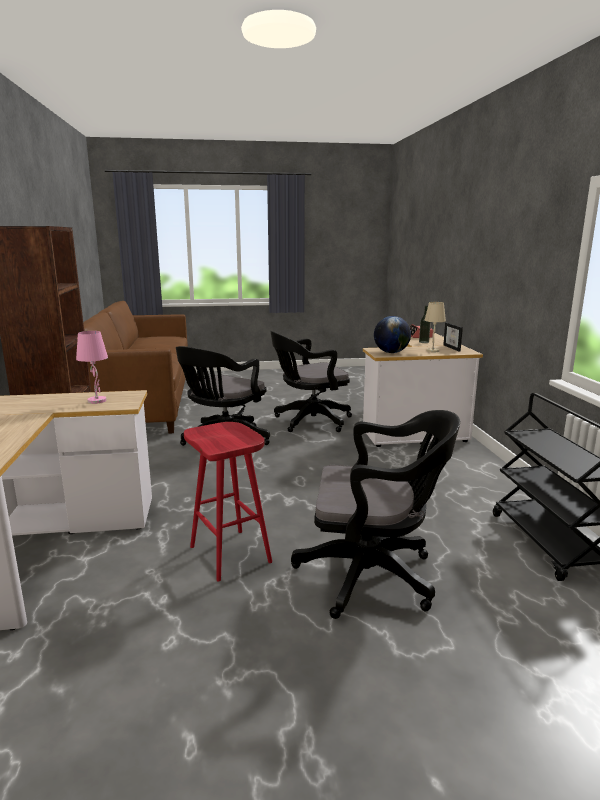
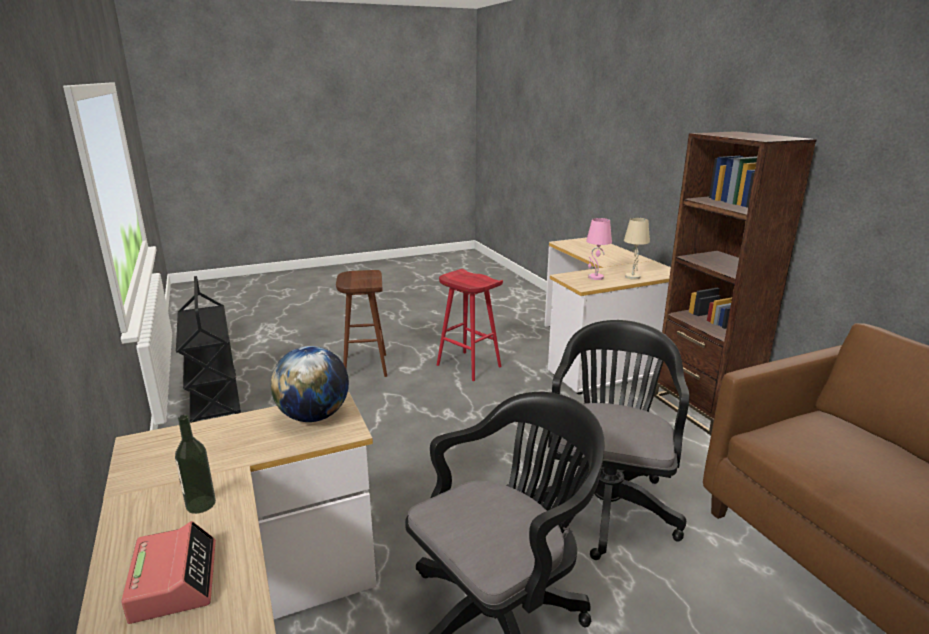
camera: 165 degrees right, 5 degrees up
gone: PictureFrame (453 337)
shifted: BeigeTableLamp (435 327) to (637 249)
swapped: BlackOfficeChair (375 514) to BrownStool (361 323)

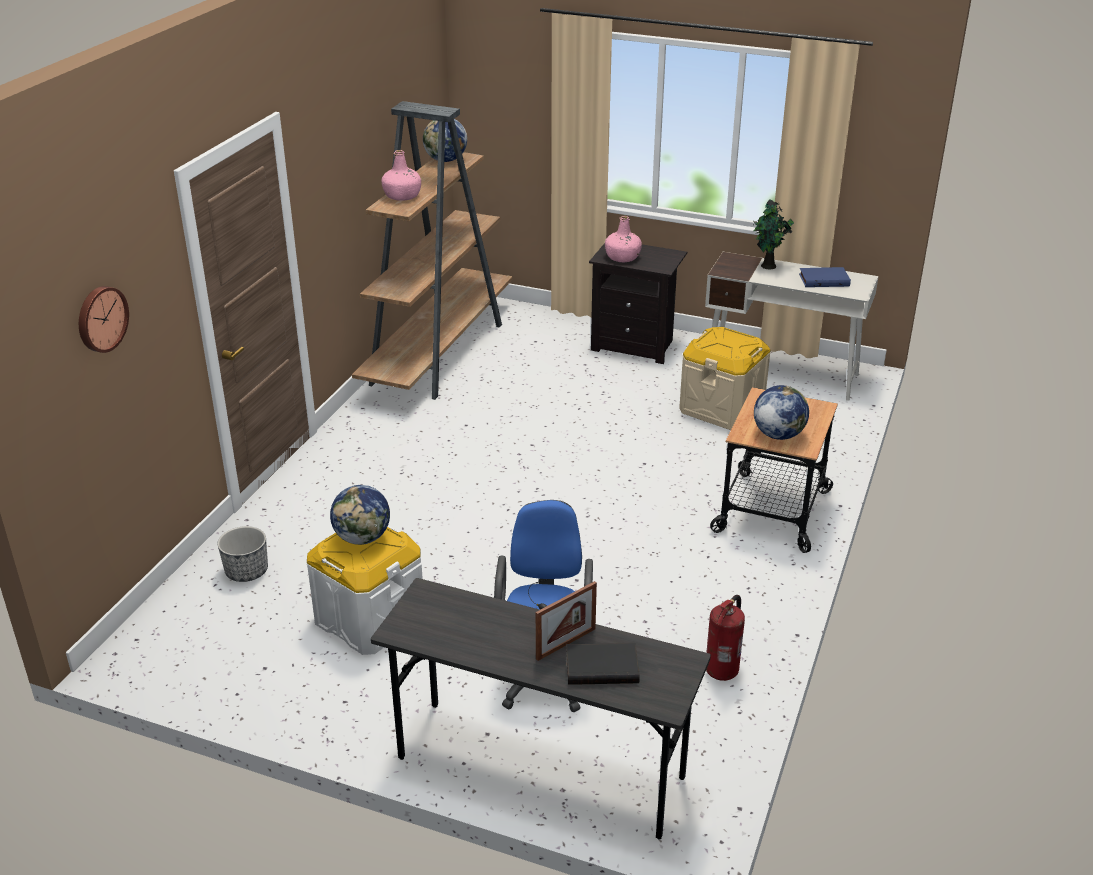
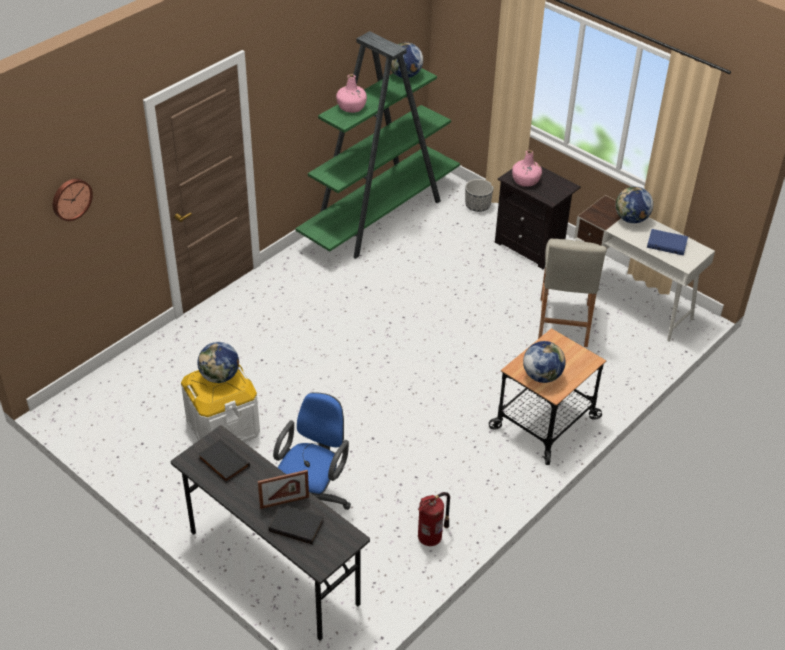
camera: 20 degrees right, 10 degrees up
new: BlackBook (224 460)
shifted: Planter (243 554) to (479 195)
swapped: BeigeStorageBox (725 378) to BeigeStool (572 292); PottedPlant (773 234) to Globe (634 204)
repainted: BrownBookcase (432 250) to GreenBookcase (377 145)

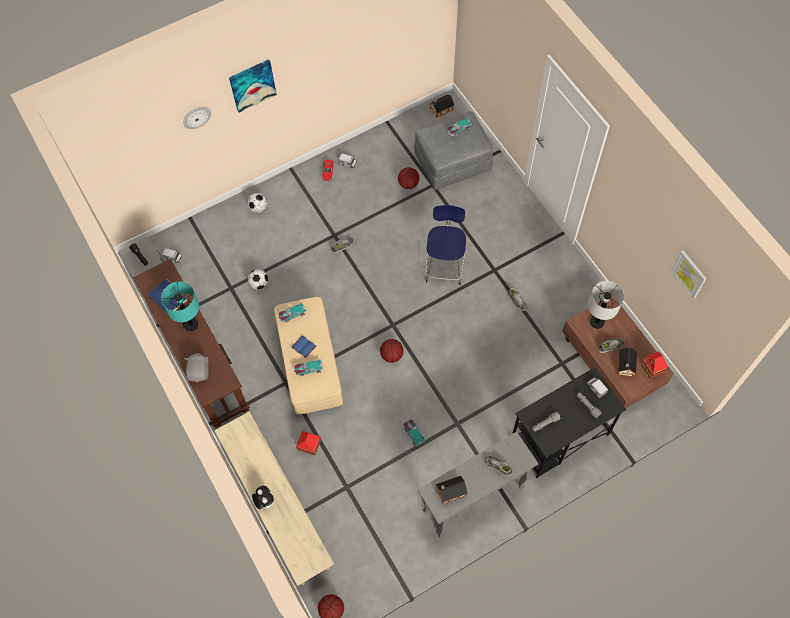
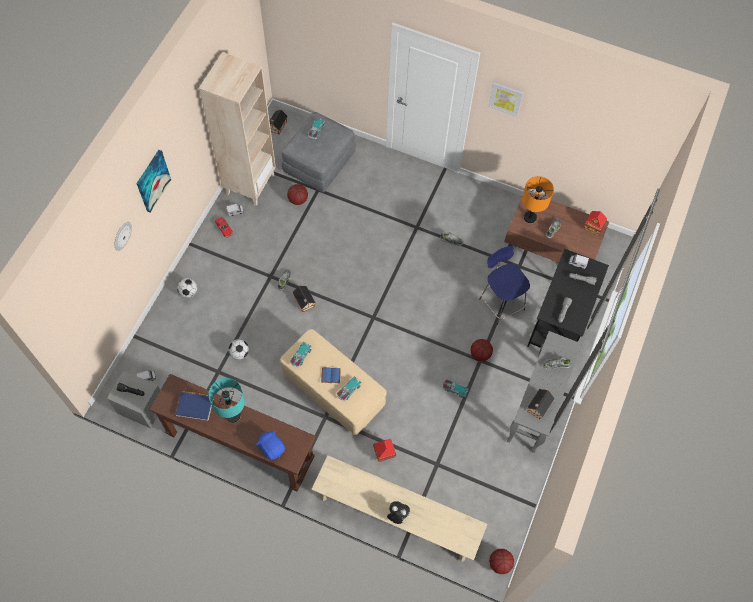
camera: 40 degrees left, 0 degrees up
new: BeigeBookcase (237 129)
shifted: Basketball (391 351) to (482 350); BlueStool (446 245) to (504 285); ToyHouse (627 362) to (303 299); Picture (689 274) to (506 99)
repainted: GreyPlushToy (196 367) to BluePlushToy (270 445); GreyTableLamp (606 305) to OrangeTableLamp (538 199)

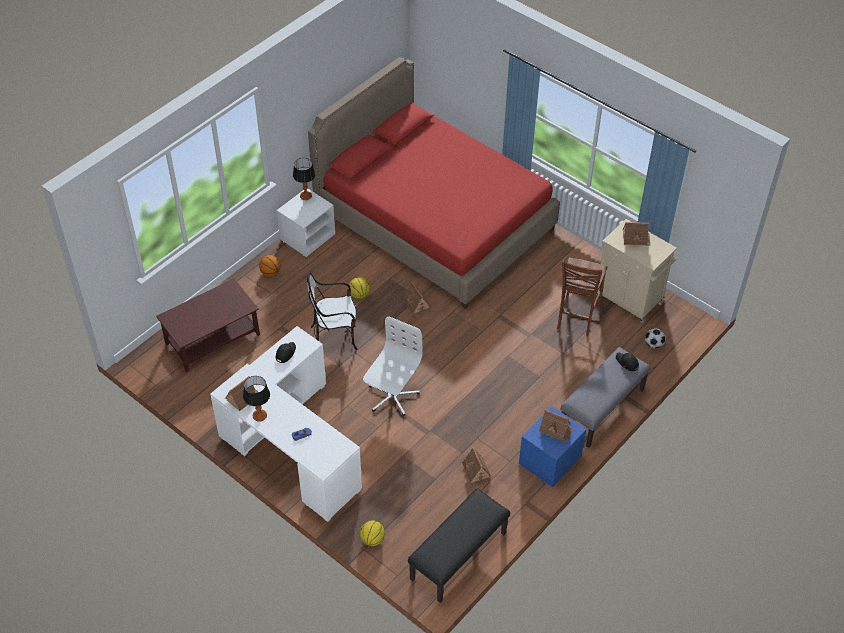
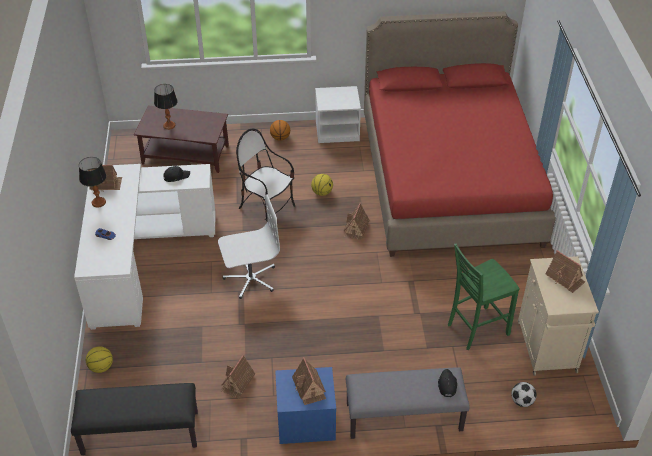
camera: 45 degrees right, 5 degrees down
shifted: TableLamp (304 179) to (166 107)
repainted: BrownChair (582 297) to GreenChair (483 297)

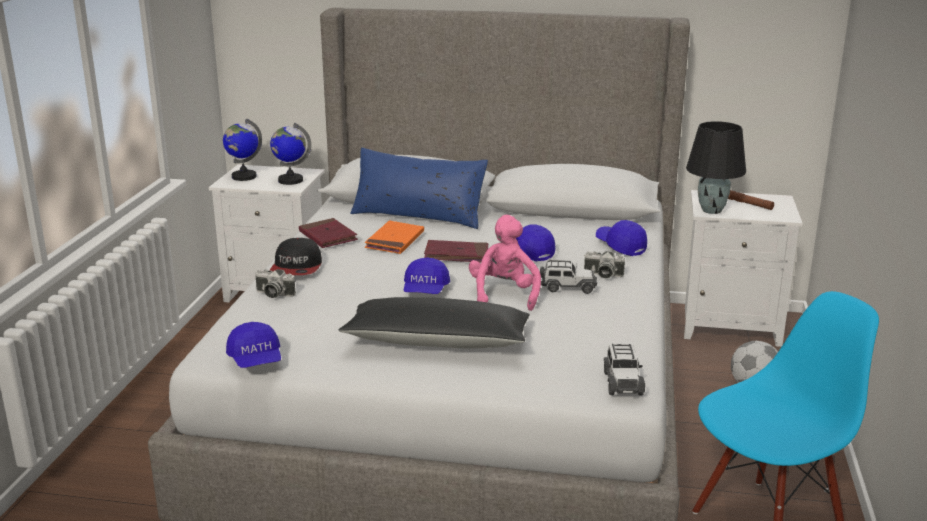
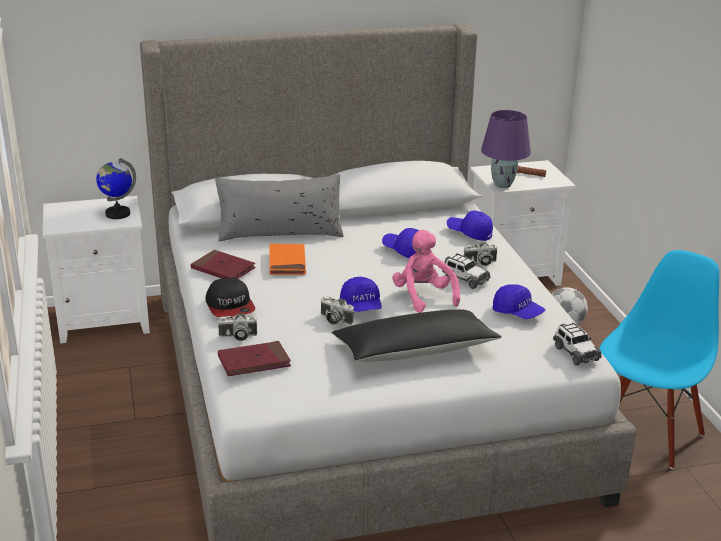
camera: 25 degrees left, 5 degrees up
gone: Globe (242 150)
new: PhotoCamera (337 310)
shifted: BlueCap (253 345) to (519 301); RedBook (456 251) to (254 358)
repainted: BluePillow (419 188) to GreyPillow (279 208); BlackTableLamp (716 167) to PurpleTableLamp (506 149)
rotated: ToyCar (568 277) = (466 271) 60 degrees clockwise

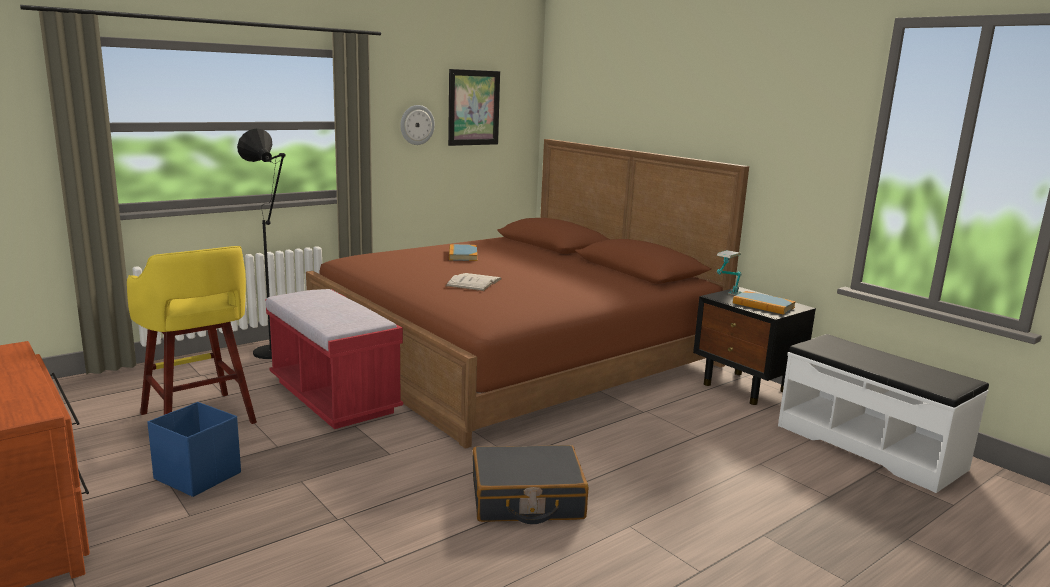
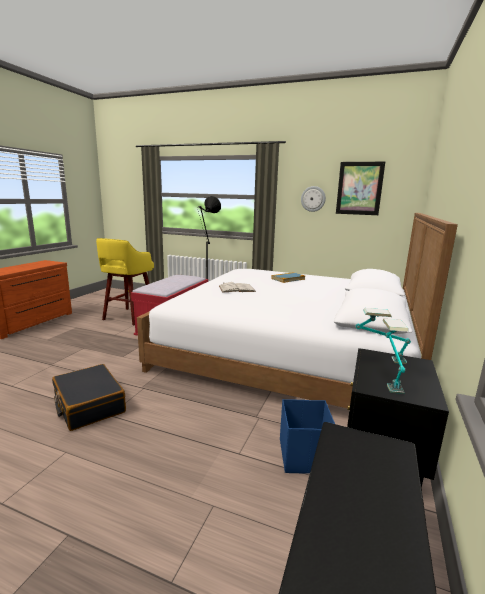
camera: 60 degrees right, 0 degrees up
shifted: BlueStorageBox (194 449) to (307 436)
swapped: Book (764 303) to TableLamp (395 356)
repainted: BrownBed (527 294) to WhiteBed (297 310)

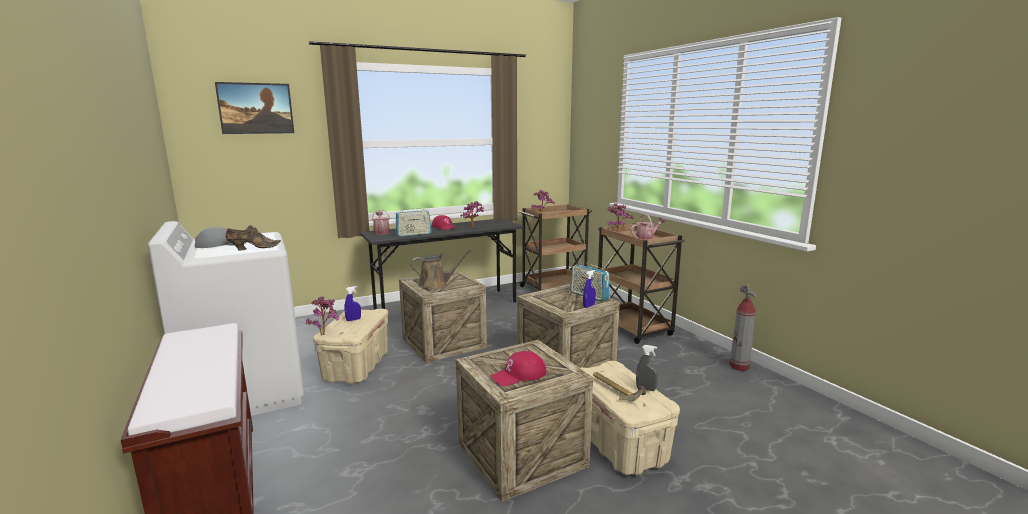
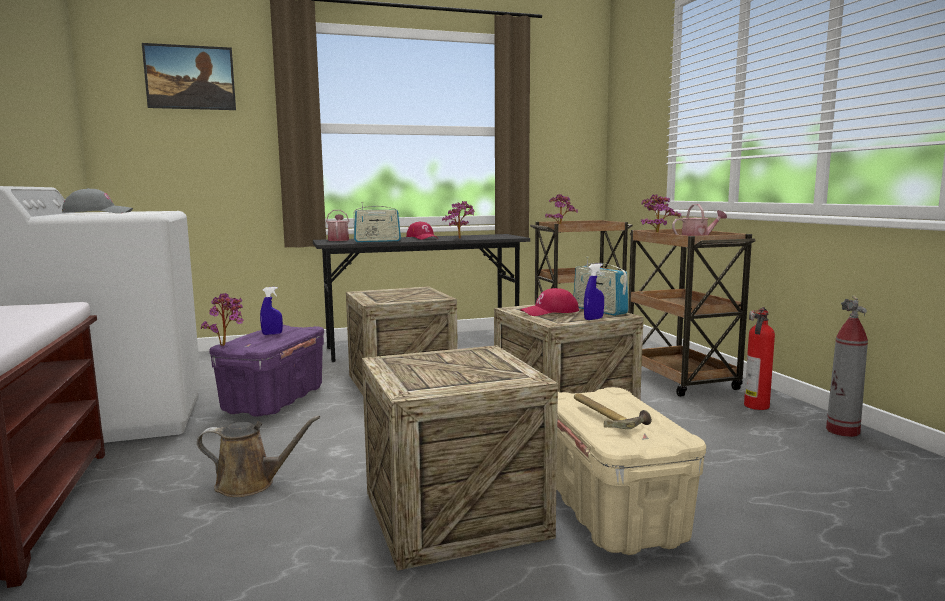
camera: 10 degrees right, 5 degrees down
gone: BrownShoe (253 237); GreySprayBottle (647 368)
new: FireExtinguisher (759 358)
shifted: BrownWateringCan (440 269) to (258 456); RedCap (518 368) to (549 302)
repainted: BeigeStorageBox (350 346) to PurpleStorageBox (266 371)

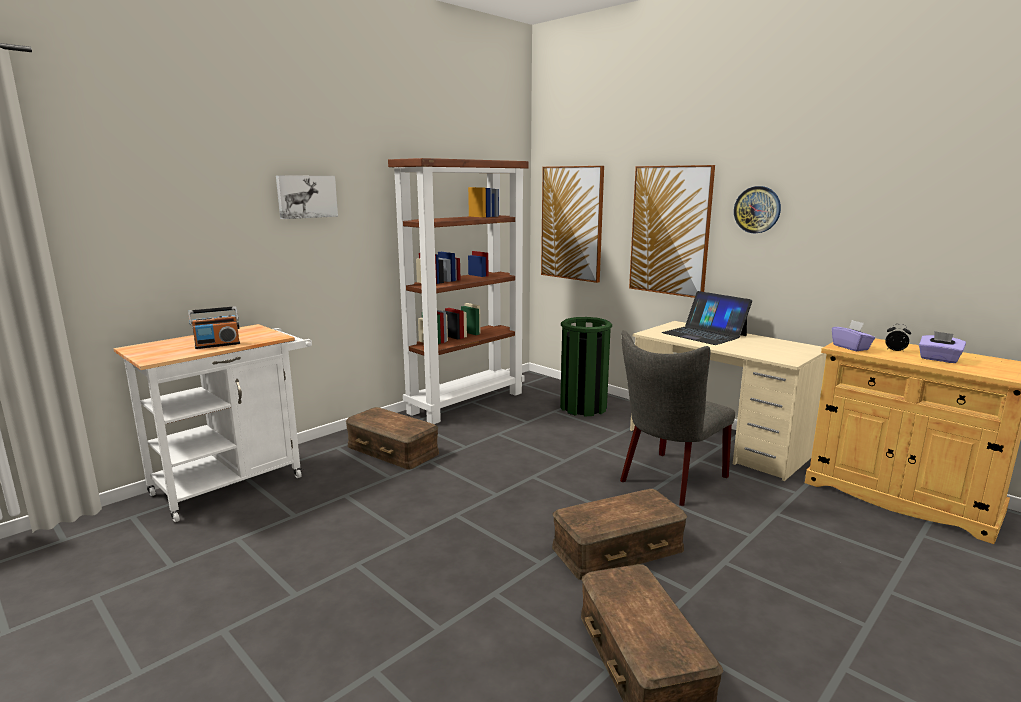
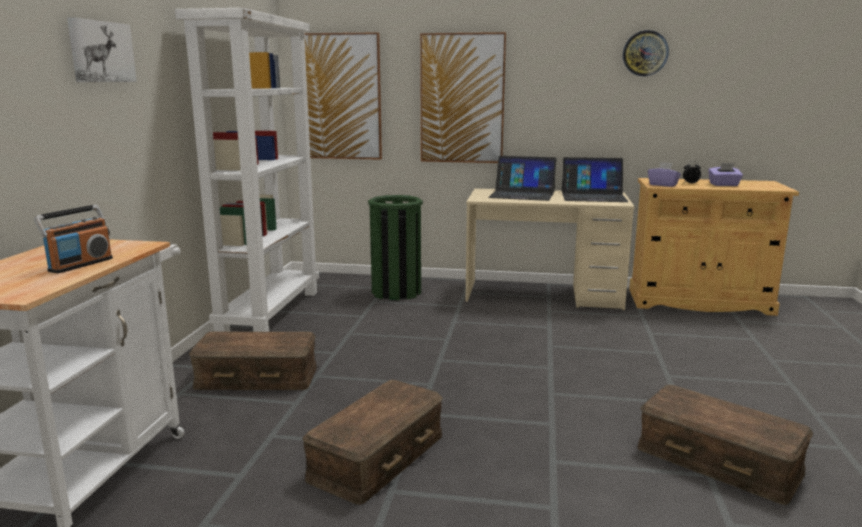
camera: 35 degrees left, 0 degrees up
gone: GreyChair (677 418)
new: Laptop (595 179)
shifted: BrownStorageBox (619 534) to (372 442); WallClock (757 209) to (646 53)
repainted: BrownBookcase (458 291) to WhiteBookcase (247 170)

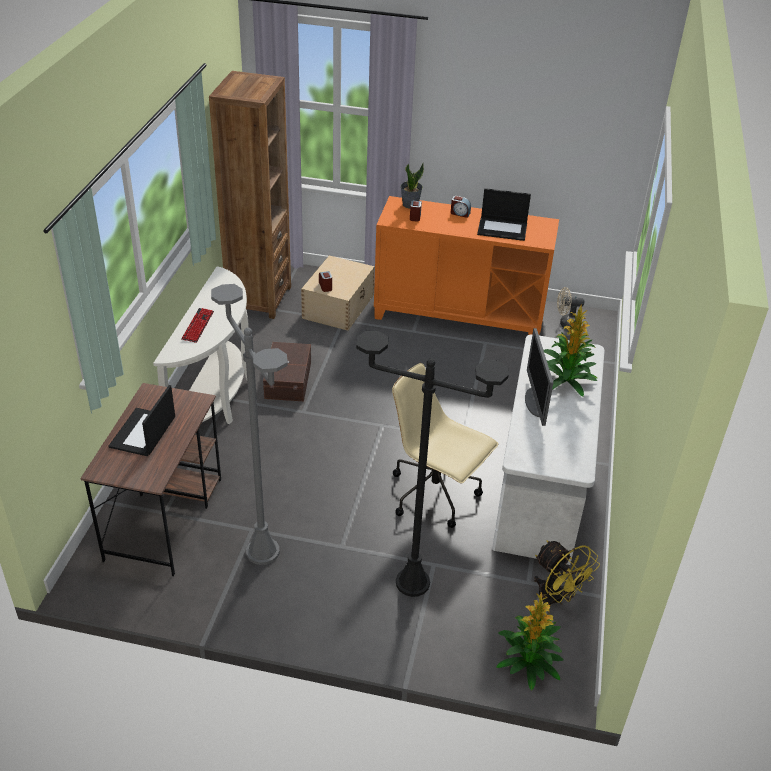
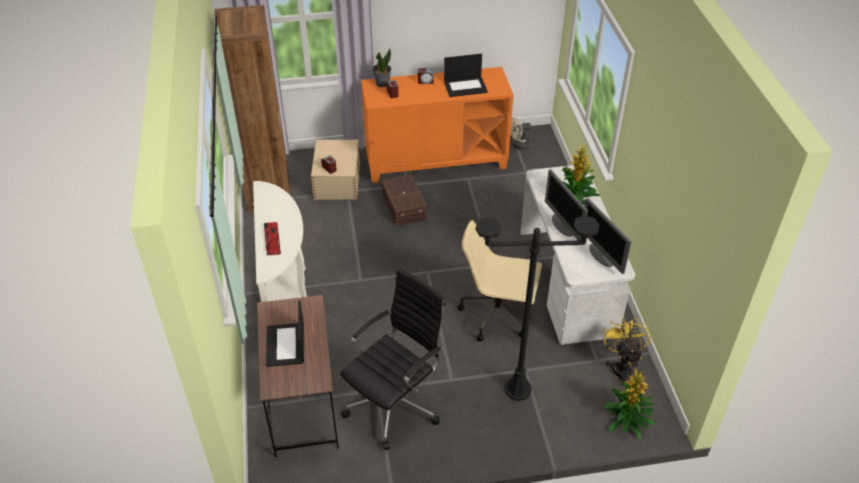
camera: 20 degrees left, 5 degrees up
new: Monitor (608 236)
shifted: BrownStorageBox (287 371) to (404 200)
swapped: GreyFloorLamp (249 424) to BlackOfficeChair (392 359)
rotated: YellowFan (567 572) = (627 351) 120 degrees counterclockwise

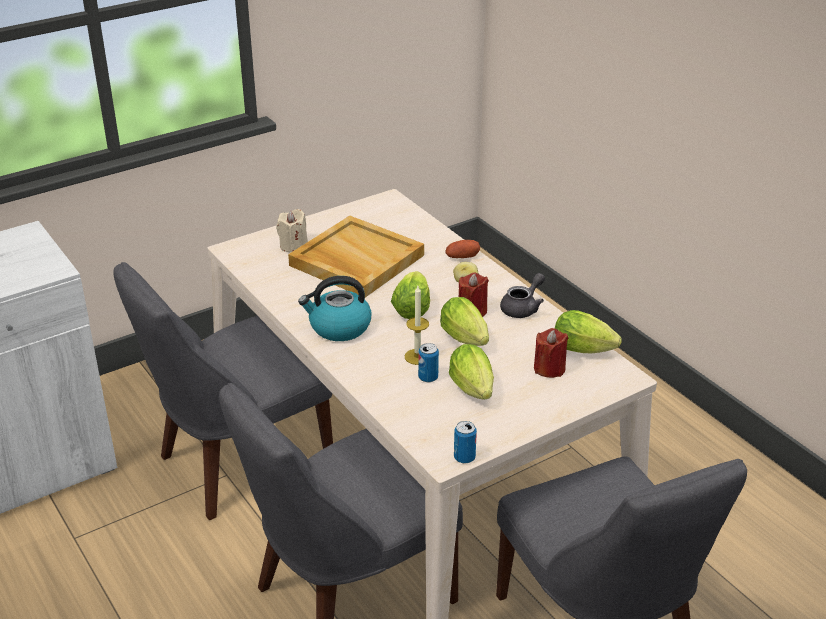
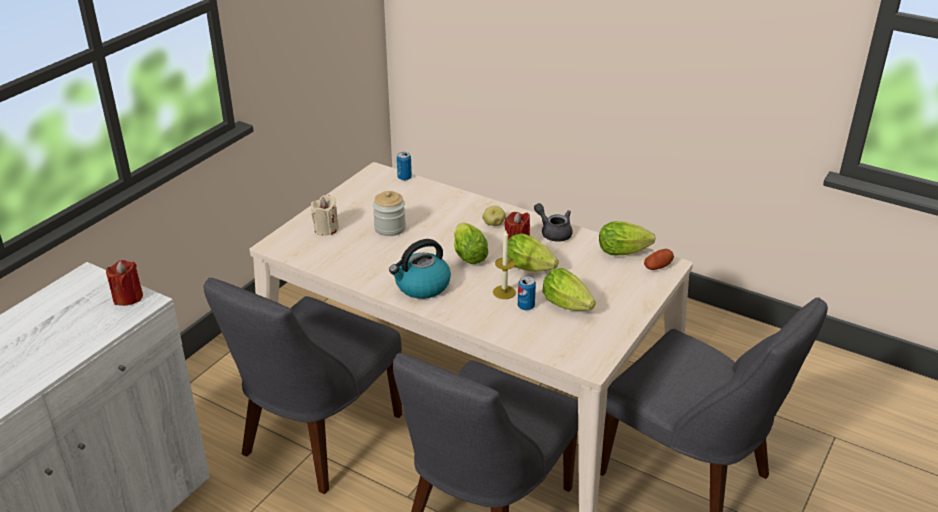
camera: 25 degrees left, 0 degrees up
shifted: Potato (462 249) to (659 259); Can (465 442) to (404 166); RedCandle (551 353) to (124 283)
swapped: BeigeTray (356 256) to Jar (389 213)
rotated: GreyTeapot (522 295) = (553 222) 60 degrees counterclockwise

